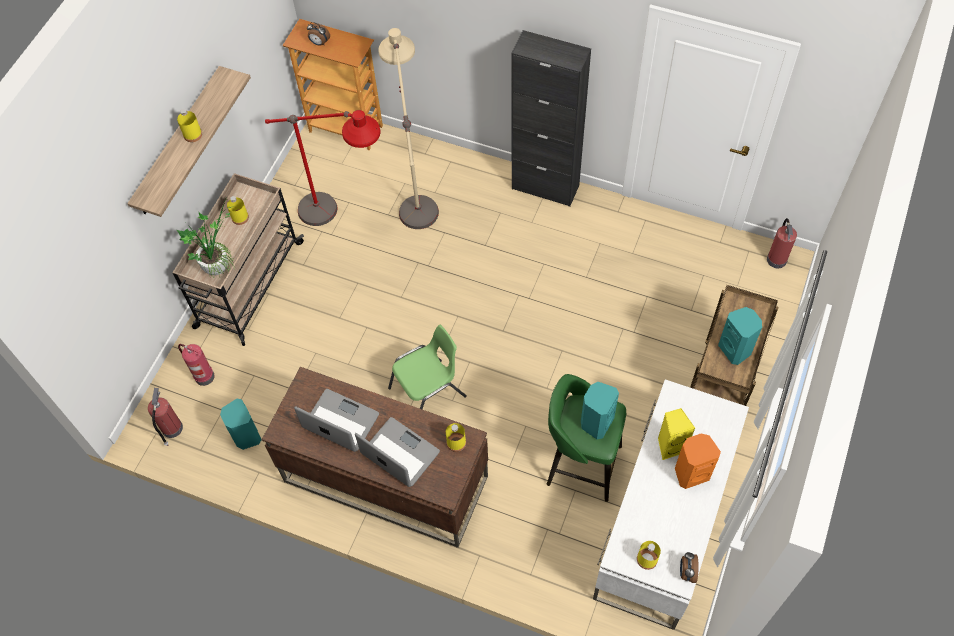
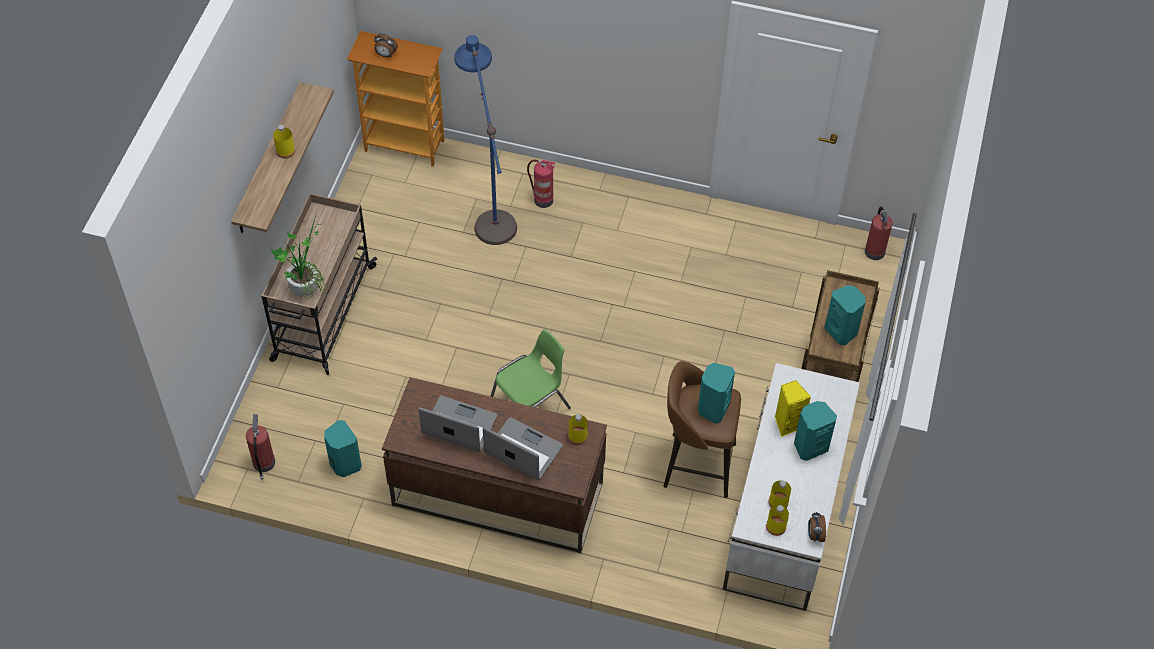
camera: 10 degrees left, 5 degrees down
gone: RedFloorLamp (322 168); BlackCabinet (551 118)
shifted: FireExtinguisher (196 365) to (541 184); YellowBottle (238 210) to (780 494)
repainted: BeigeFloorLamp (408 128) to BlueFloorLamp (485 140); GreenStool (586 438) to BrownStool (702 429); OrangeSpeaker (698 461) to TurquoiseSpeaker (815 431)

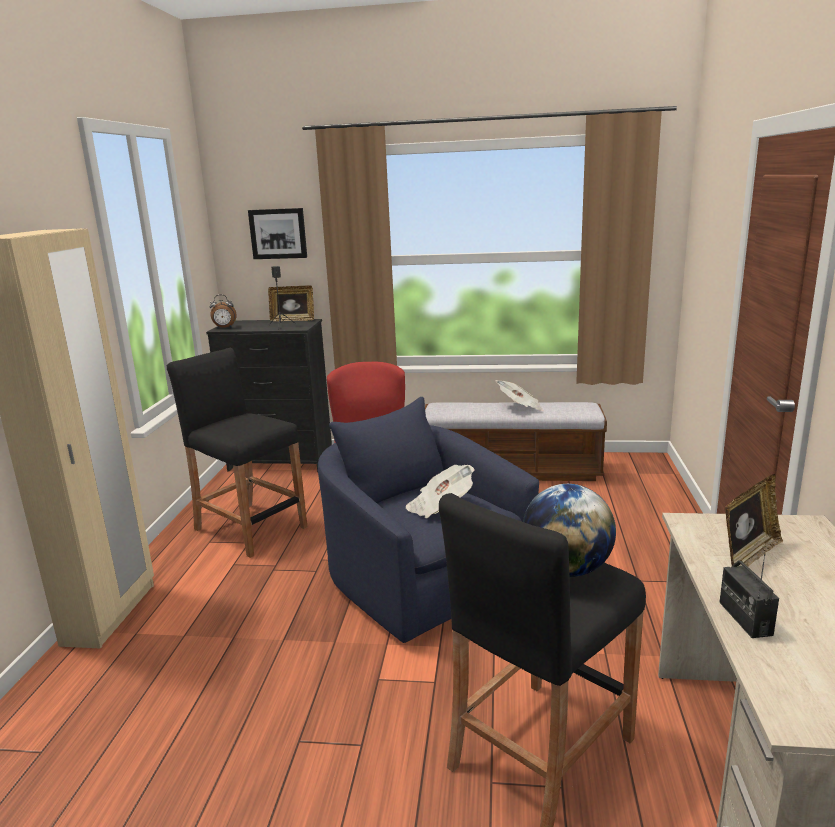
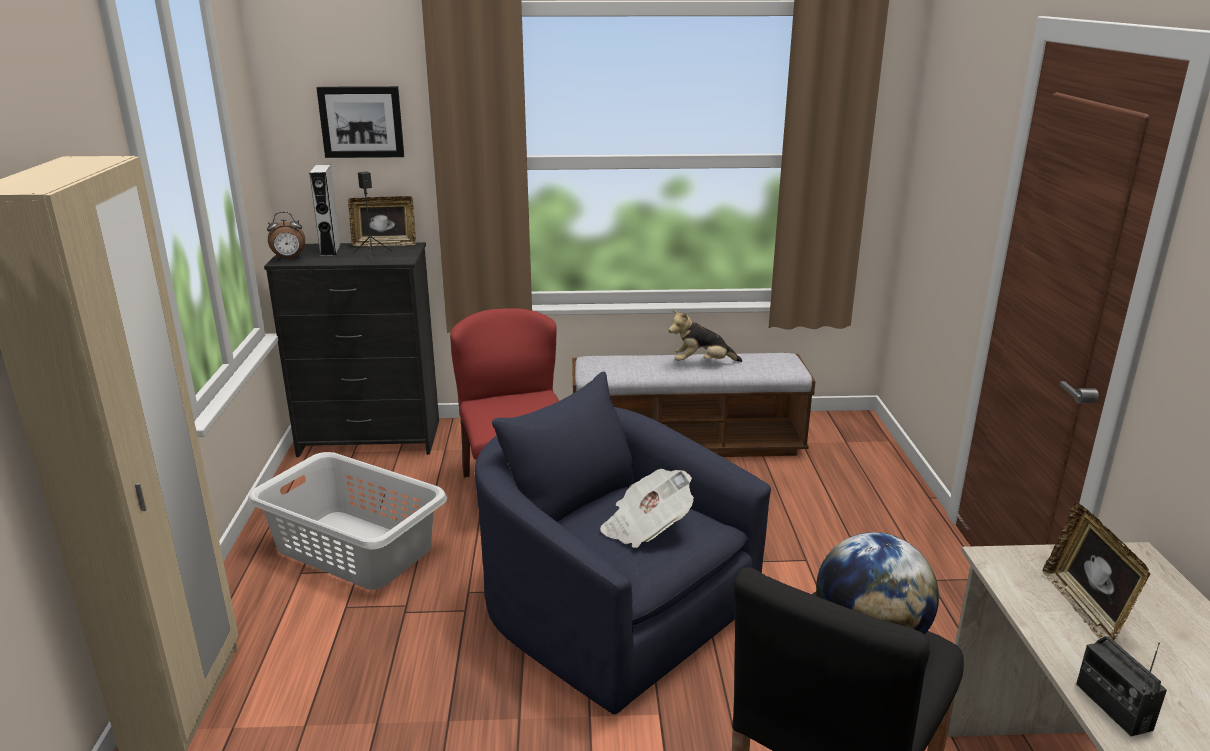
camera: 10 degrees left, 5 degrees up
new: GreySpeaker (325 210)
swapped: BlackStool (237 453) to GreyLaundryBasket (347 521); Newspaper (519 395) to PlushToy (705 336)
rotated: PictureFrame (754 520) = (1096 572) 135 degrees clockwise

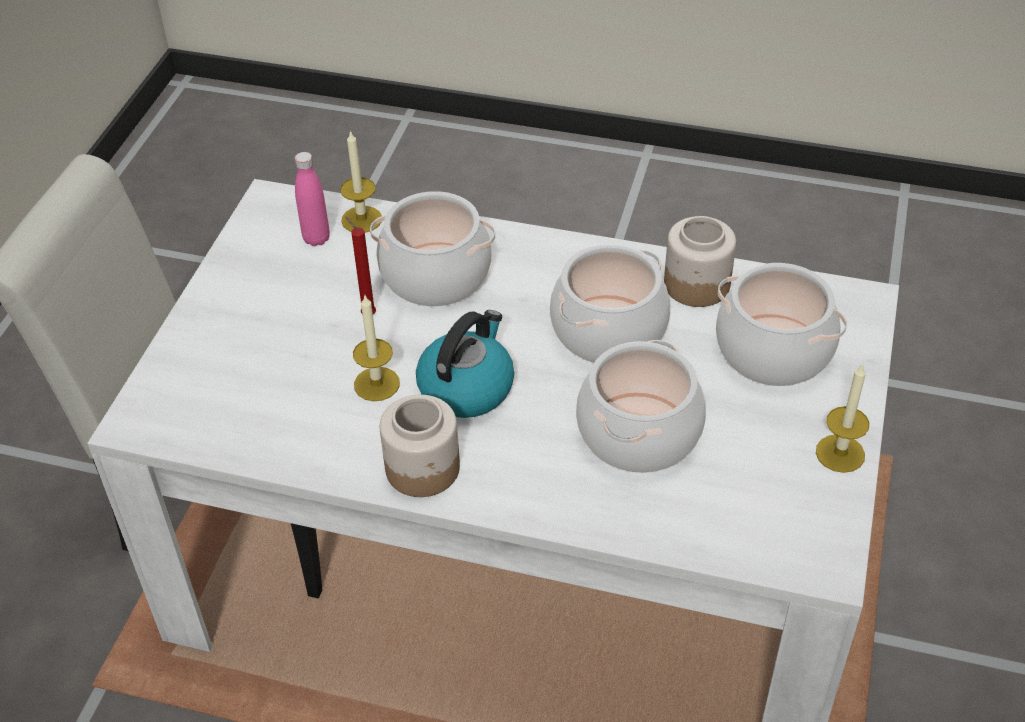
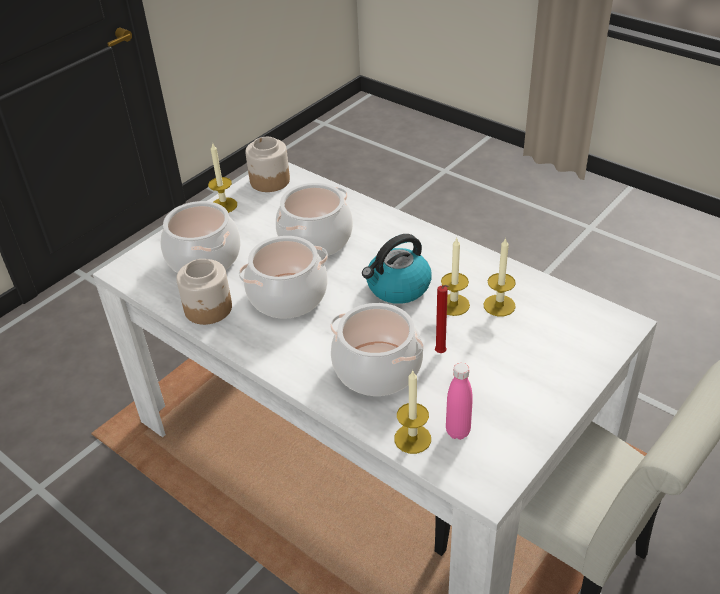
camera: 155 degrees left, 5 degrees down
new: Candle (499 277)
shifted: Jar (420 446) to (267 164)

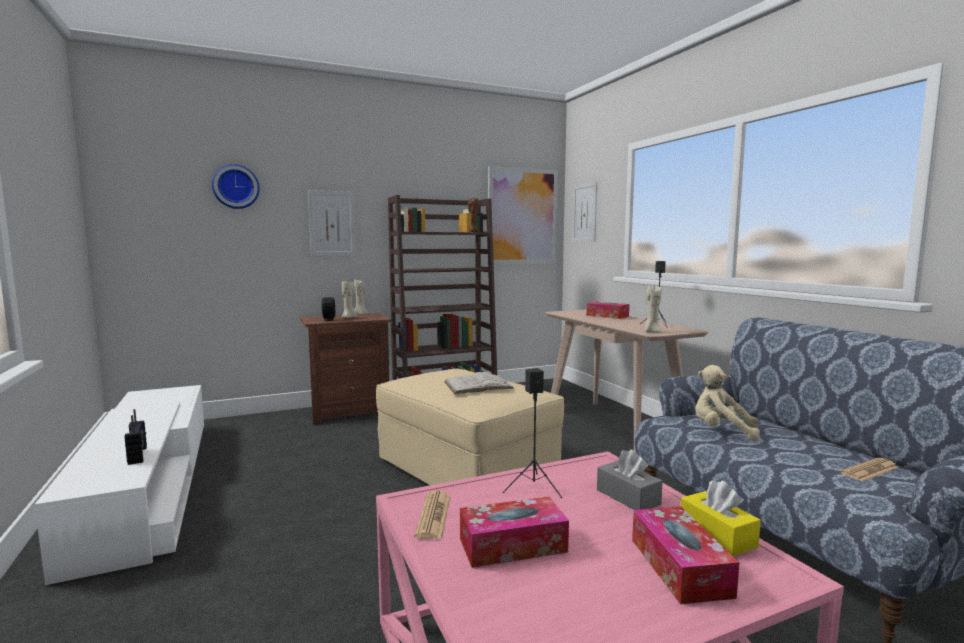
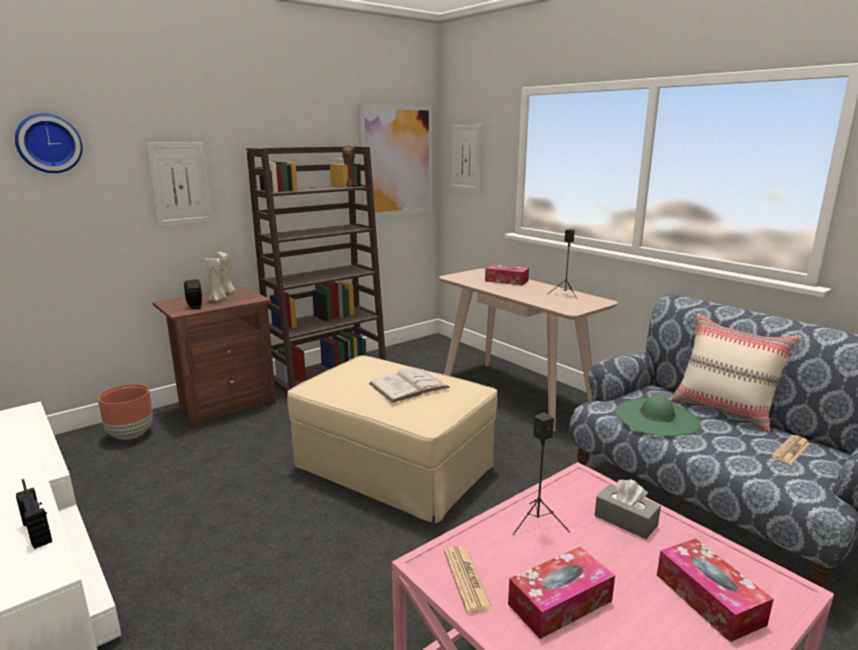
camera: 15 degrees left, 10 degrees up
gone: BeigeCandle (653 308); YellowTissueBox (721 518)
new: BrownPlanter (125 411); BeigePillow (736 373)
swapped: BeigePlushToy (727 403) to GreenHat (658 415)

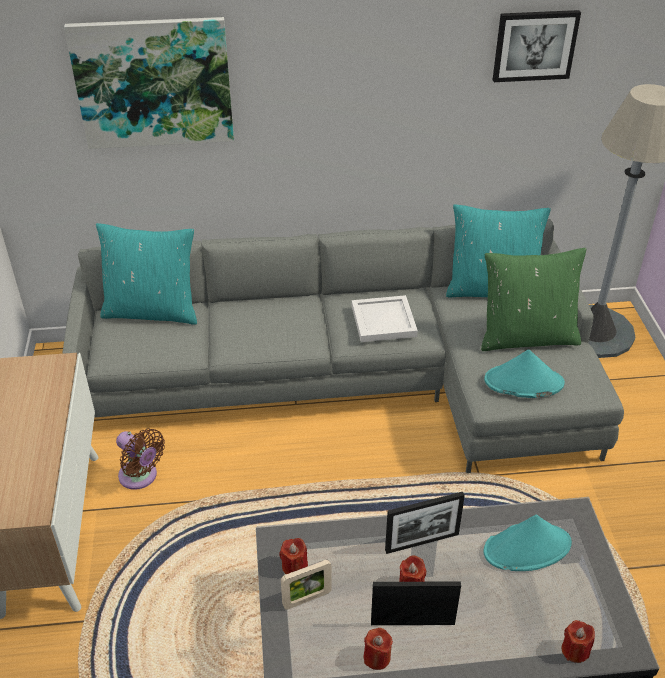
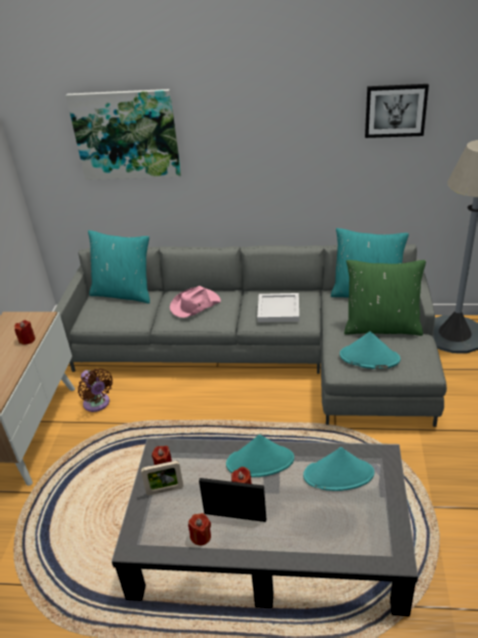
camera: 15 degrees right, 5 degrees down
new: PinkHat (195 302)
shifted: RedCandle (578 641) to (25 332)
swapped: PictureFrame (425 523) to TurquoiseHat (260 455)

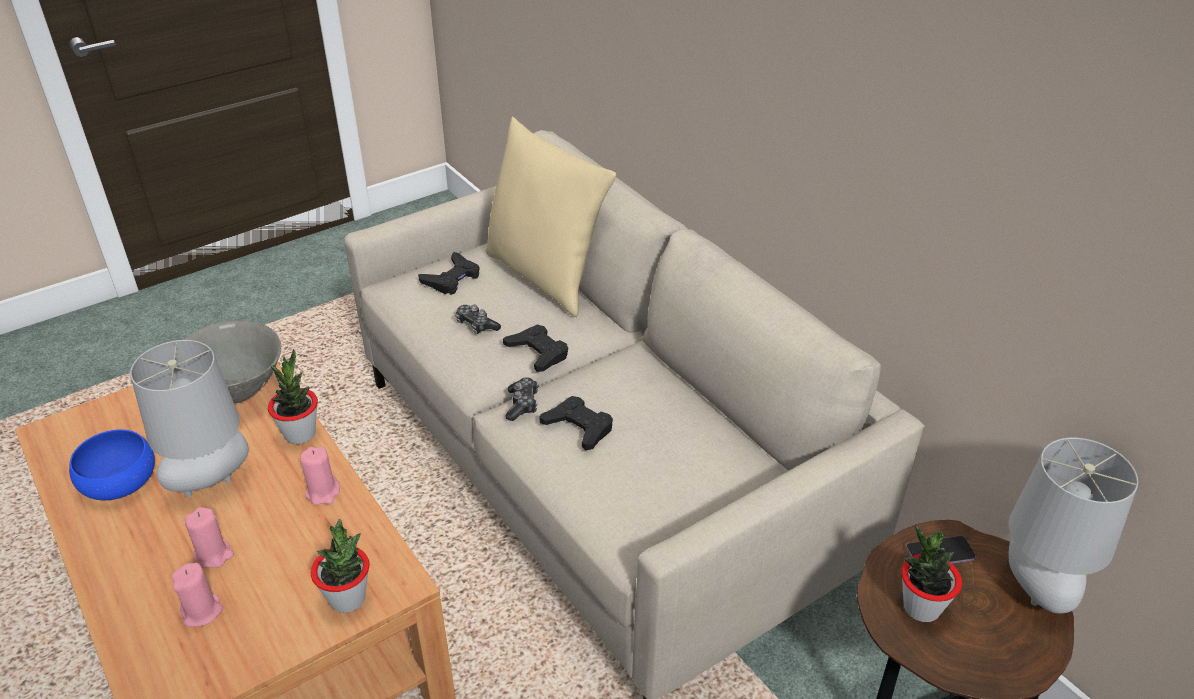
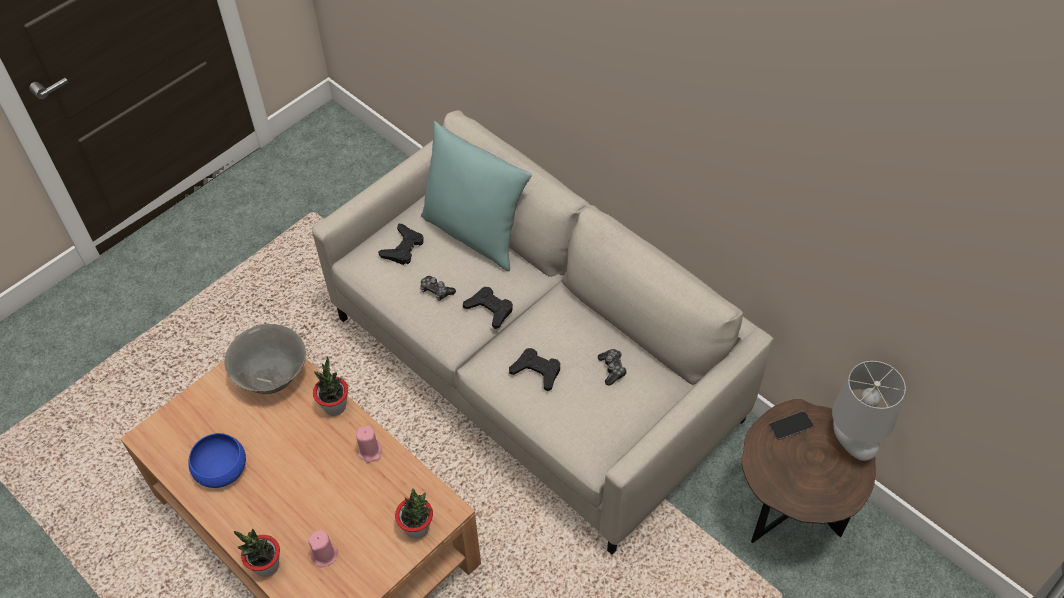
camera: 10 degrees left, 15 degrees up
gone: GreyTableLamp (189 419); PinkCandle (209 537)
shifted: GameController (521 399) to (612 367); PottedPlant (931 574) to (257 553)
repainted: BeigePillow (550 217) to TurquoisePillow (476 196)

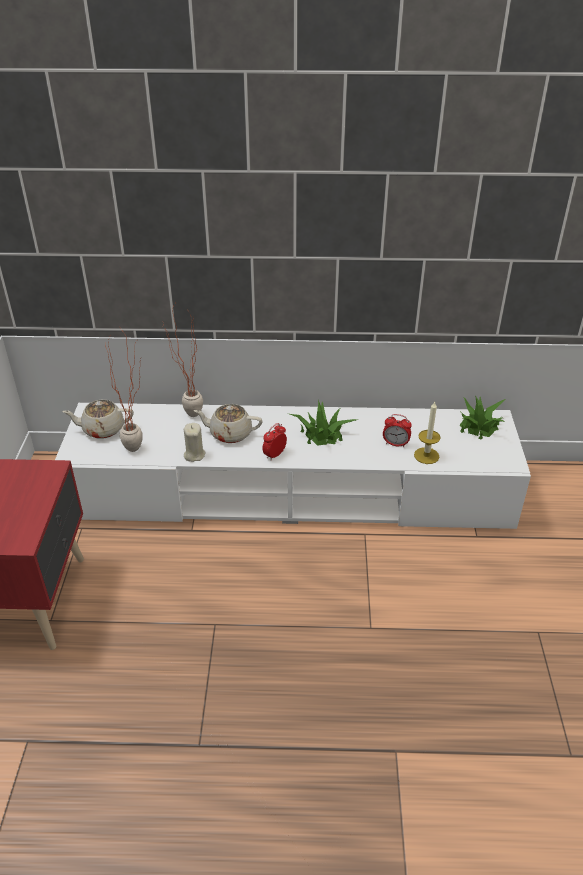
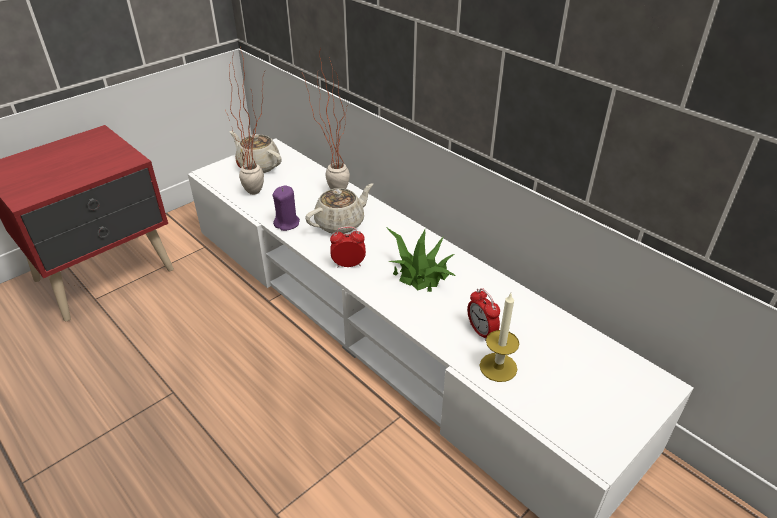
camera: 45 degrees right, 0 degrees up
gone: PottedPlant (482 417)
repainted: BeigeCandle (194 442) to PurpleCandle (286 208)
rotated: BeigeTeapot (228 423) = (339 208) 90 degrees clockwise

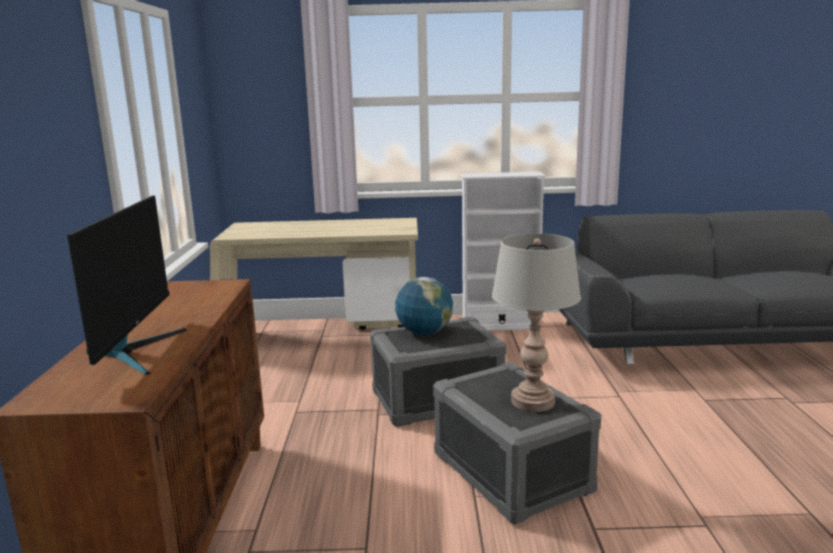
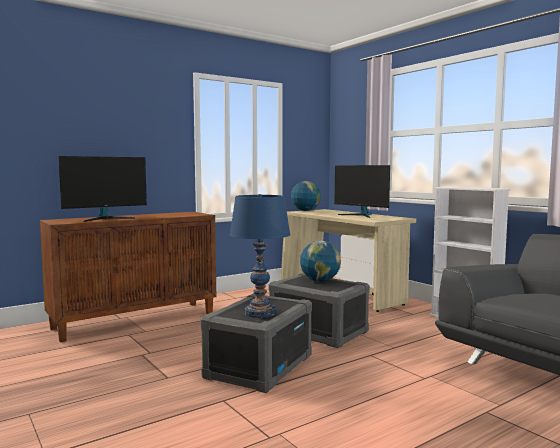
camera: 55 degrees right, 10 degrees down
new: Globe (306 196); Monitor (362 191)
repainted: GreyTableLamp (536 322) to BlueTableLamp (260 256)

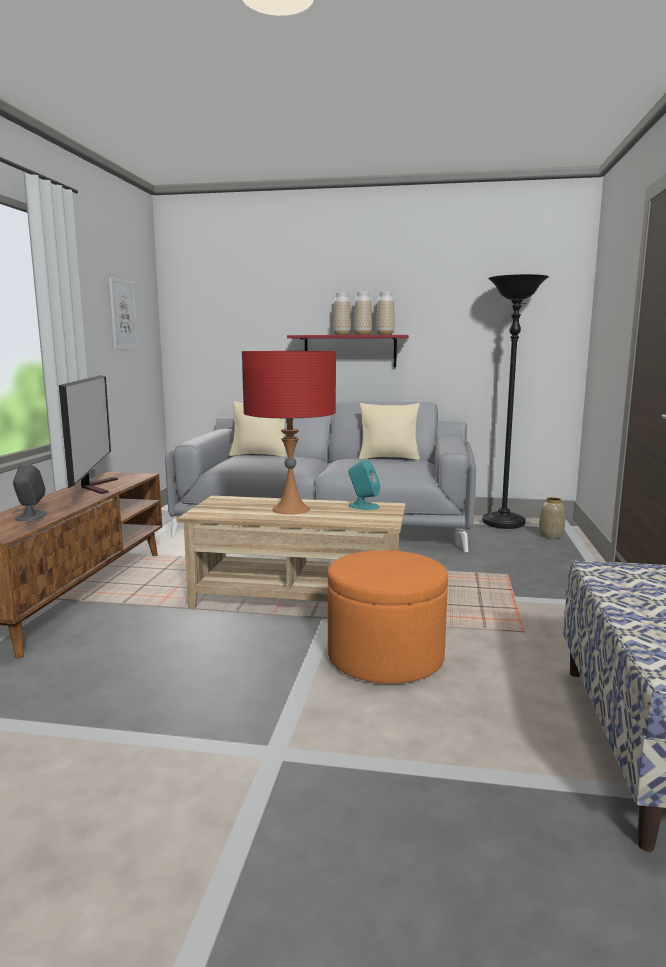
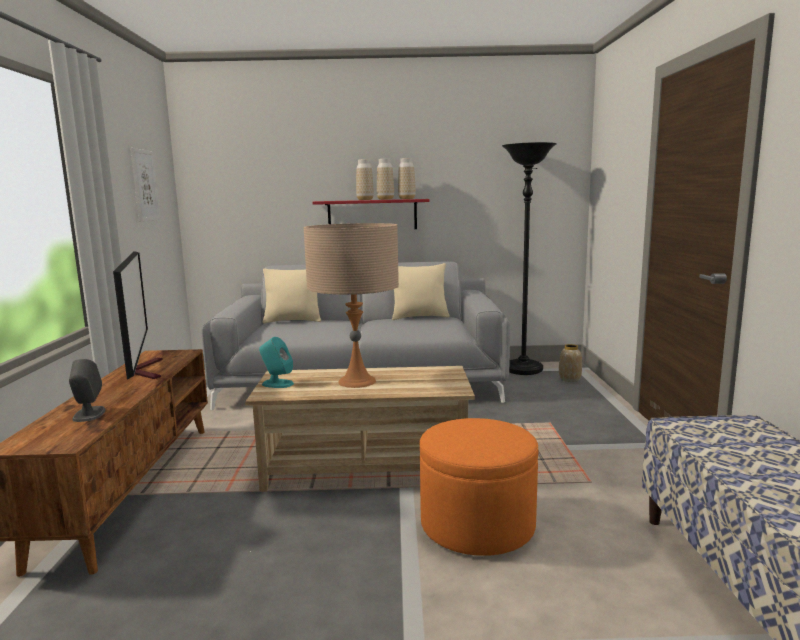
camera: 10 degrees left, 0 degrees up
shifted: TurquoiseSpeaker (364 485) to (276 362)
repainted: RedTableLamp (289 433) to BeigeTableLamp (351 305)

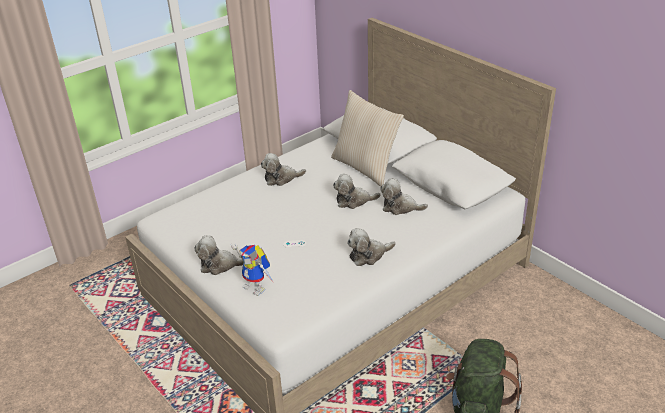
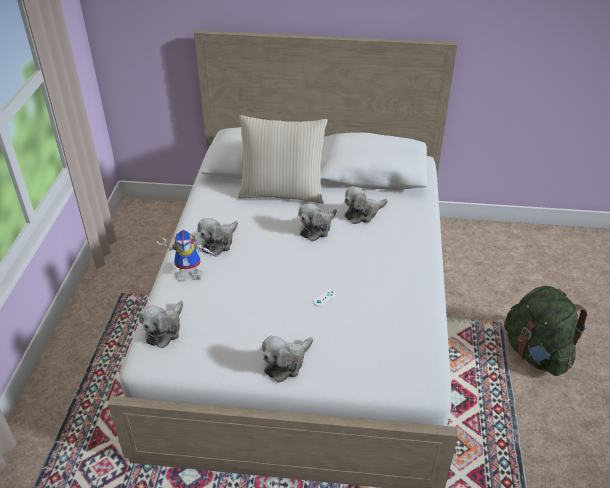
camera: 45 degrees left, 5 degrees up
shifted: ToyRobot (252 270) to (187 255); PlushToy (371 247) to (161 324)

